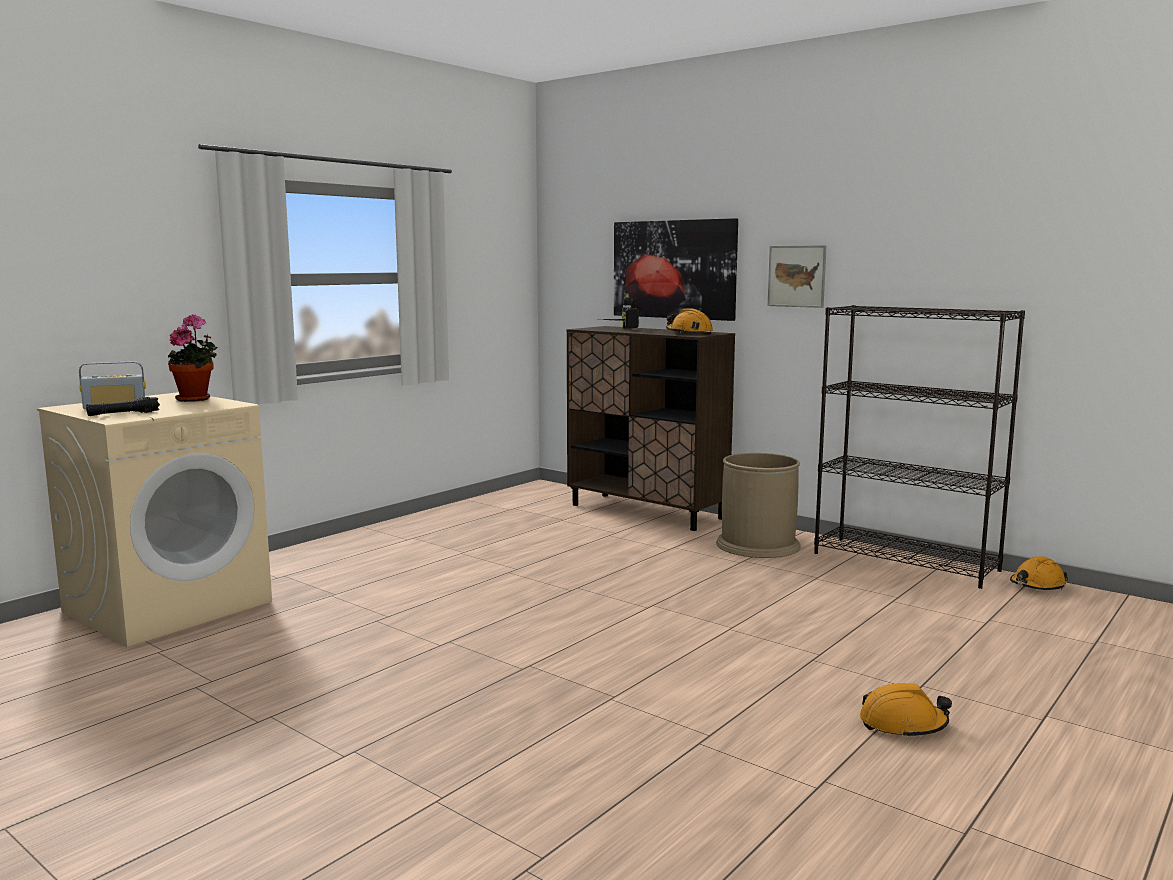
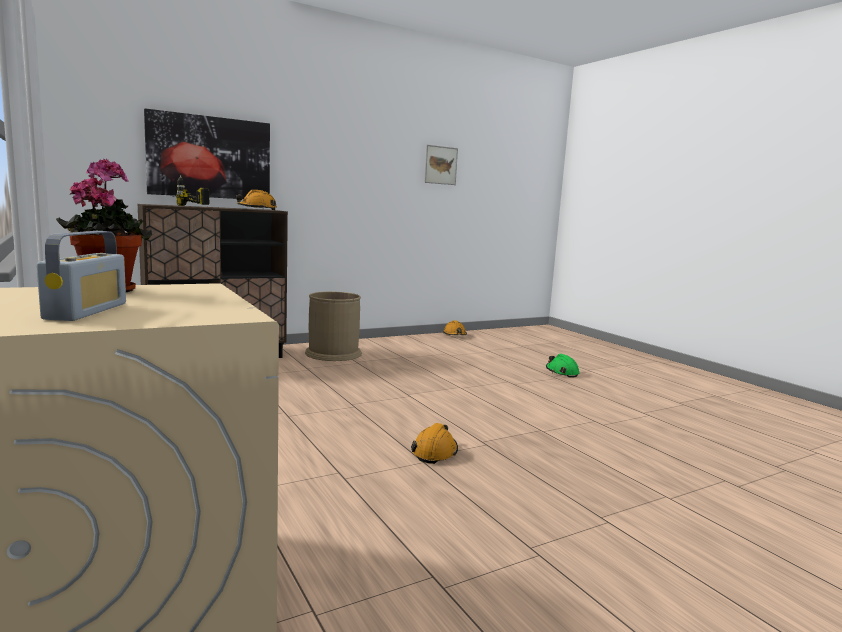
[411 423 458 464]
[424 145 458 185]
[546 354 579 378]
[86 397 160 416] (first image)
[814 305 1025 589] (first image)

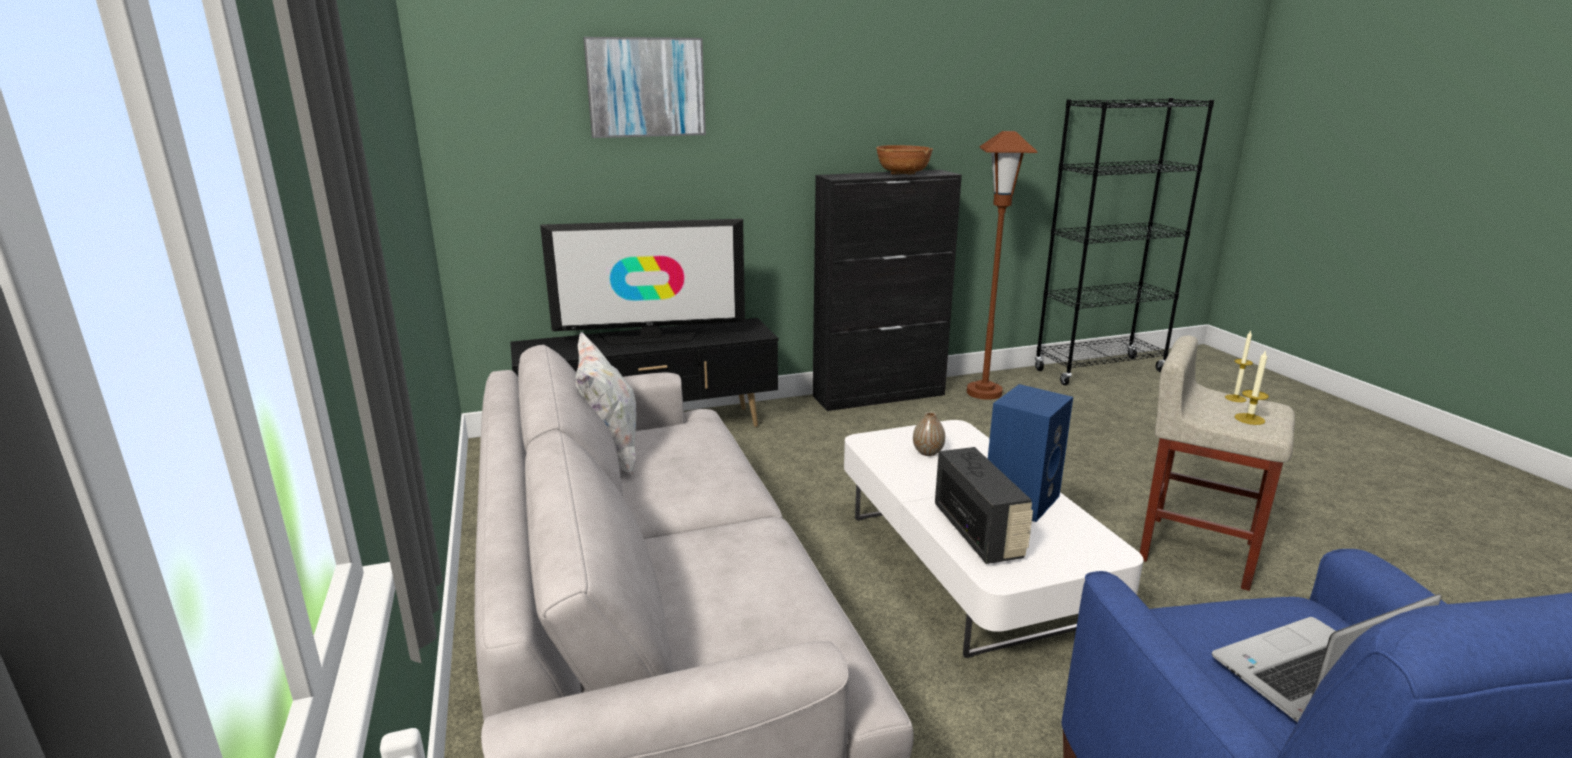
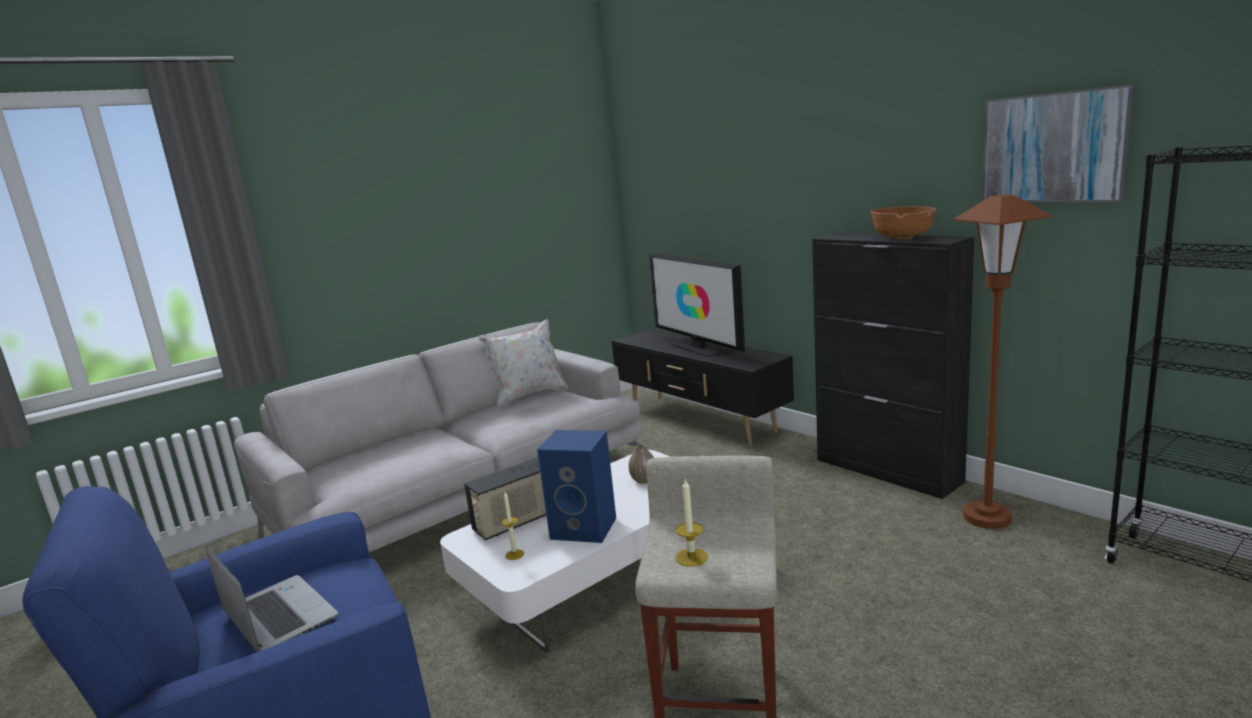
[502 492 524 560]
[982 84 1135 203]

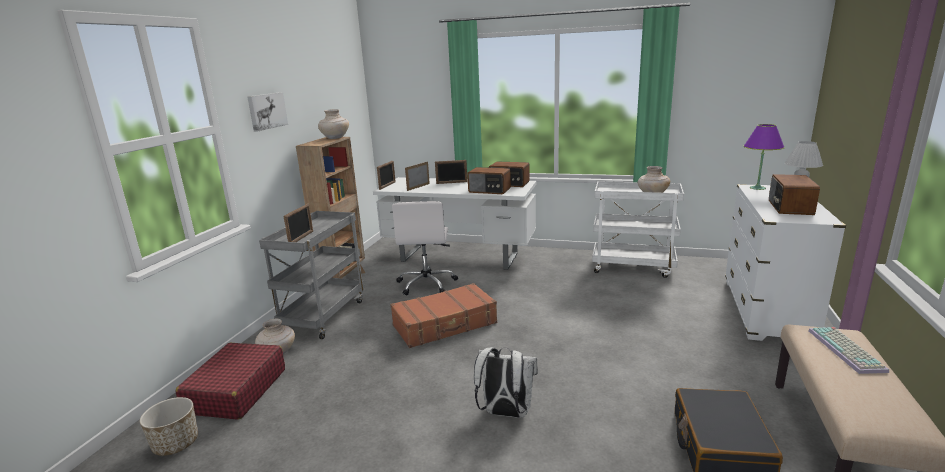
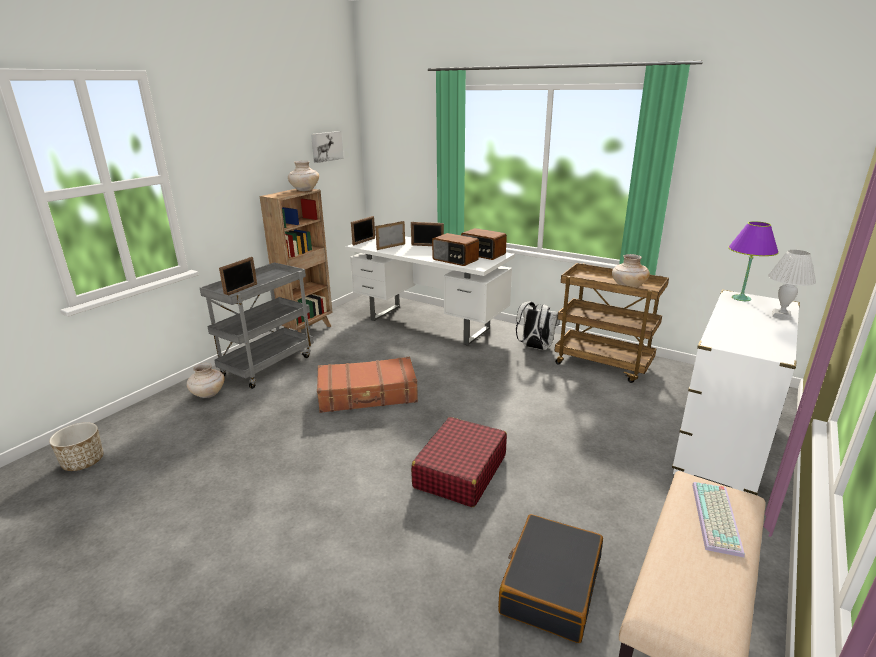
[311 131 344 163]
[411 417 507 507]
[516 302 560 350]
[554 263 669 383]
[392 201 458 296] (first image)
[769 174 820 215] (first image)

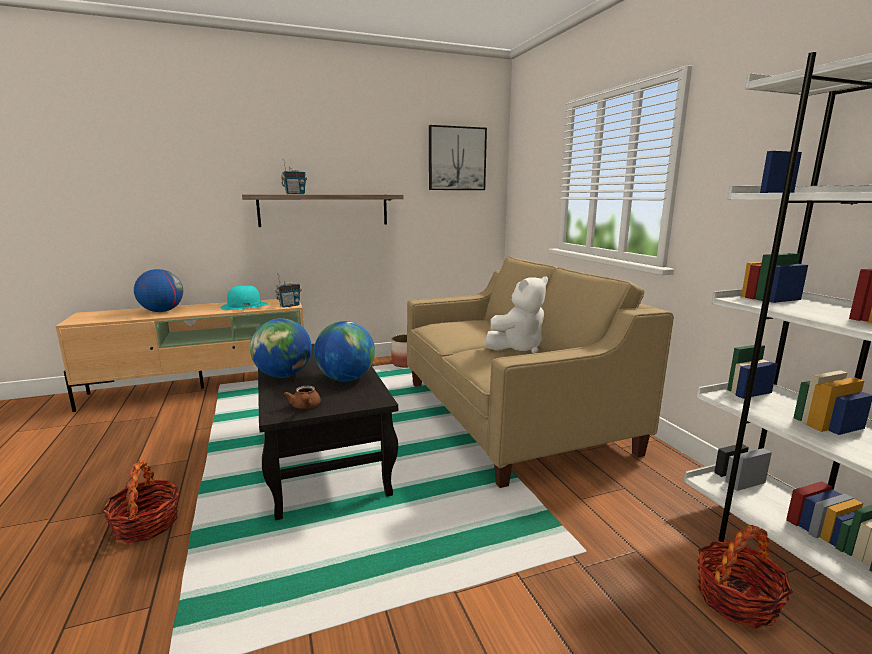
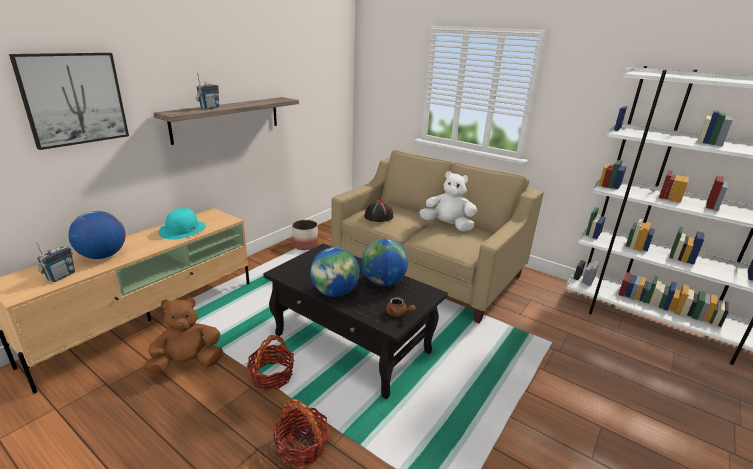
[9 53 129 150]
[36 242 75 282]
[143 297 223 374]
[247 335 294 390]
[364 200 393 222]
[419 171 477 232]

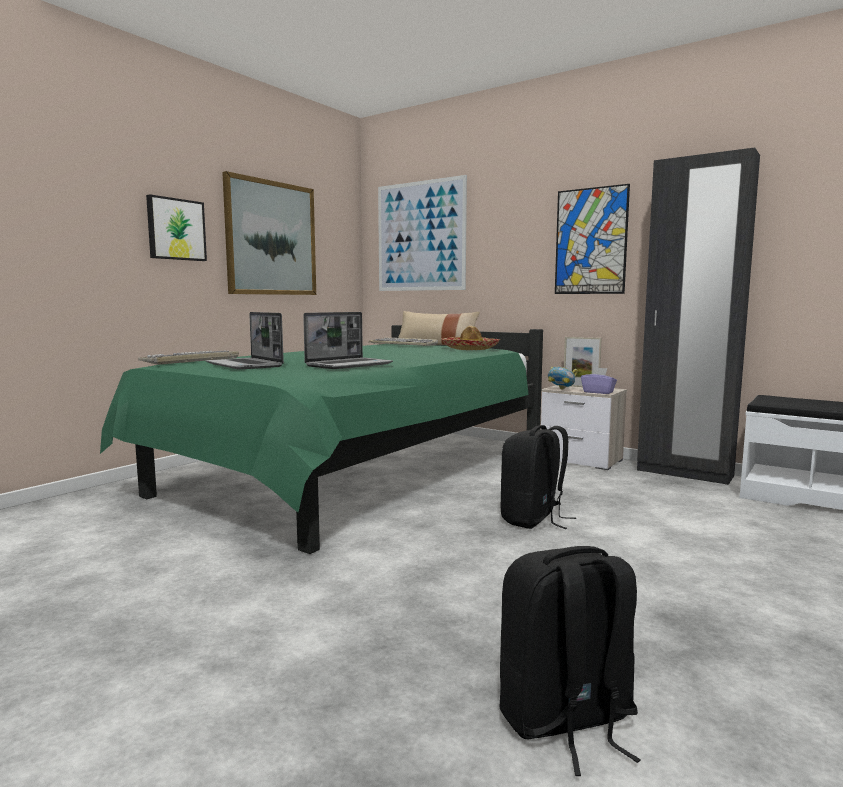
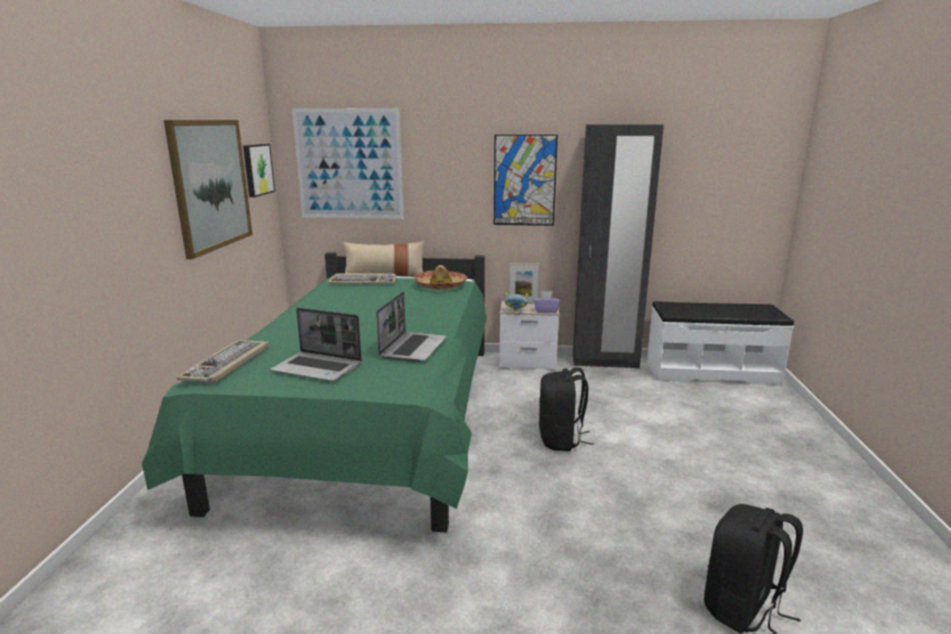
[243 144 275 197]

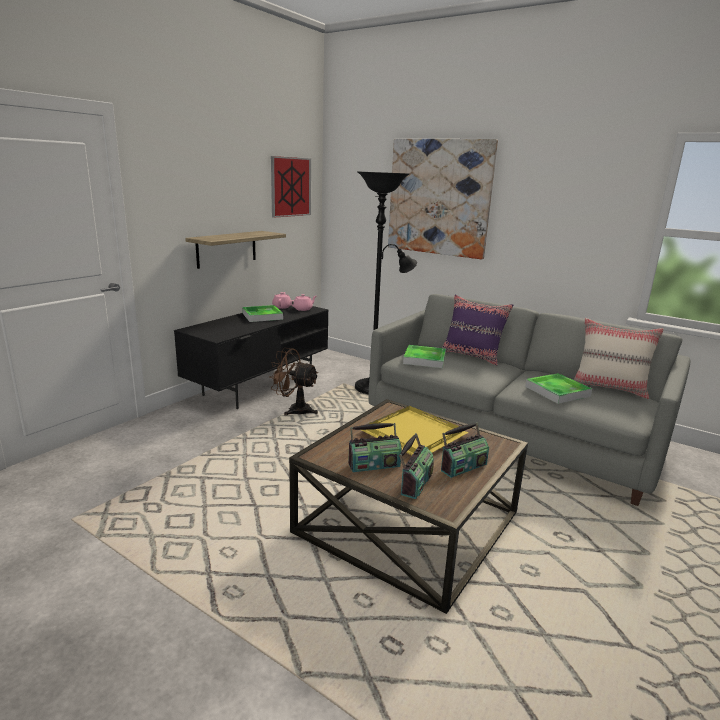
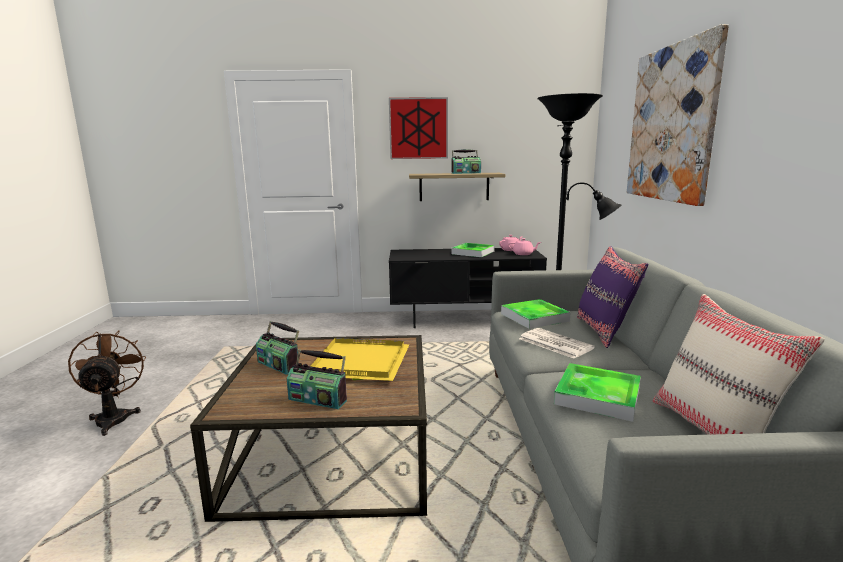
[68 331 146 436]
[389 97 448 159]
[451 149 481 174]
[519 328 595 359]

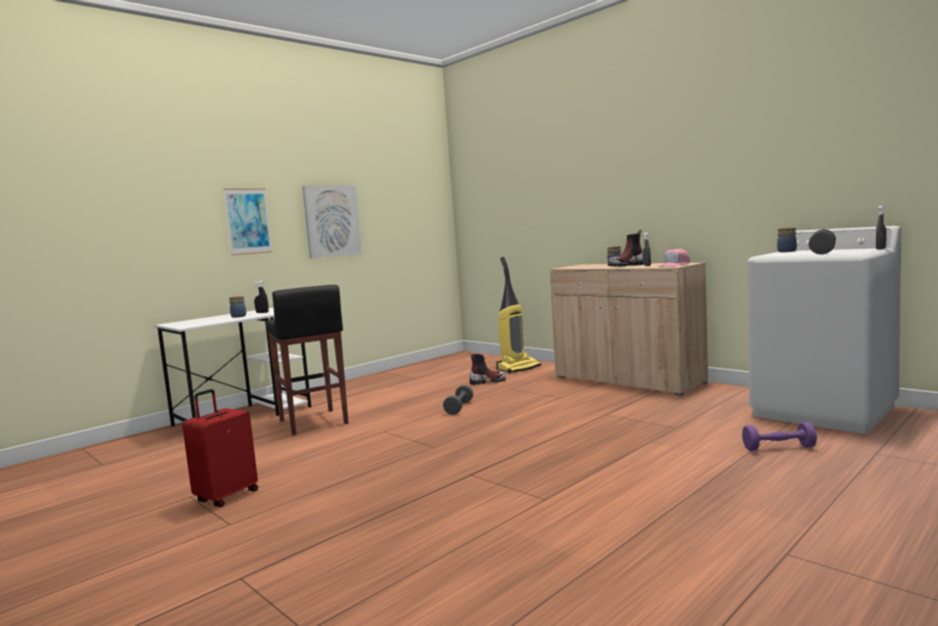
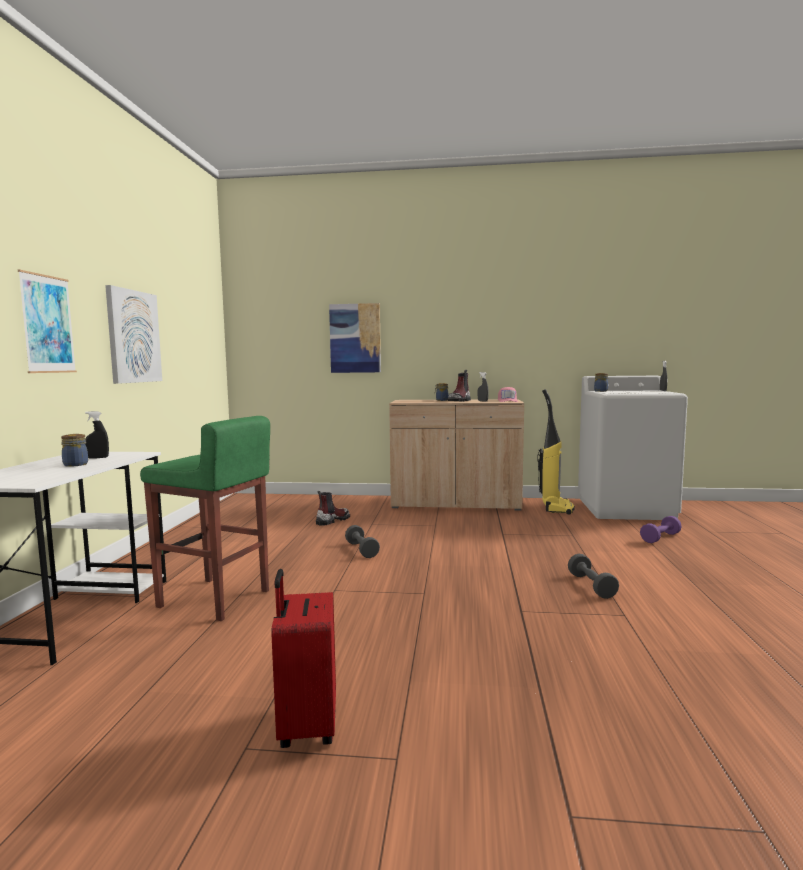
[140 416 270 621]
[329 303 381 373]
[537 389 575 515]
[568 554 619 599]

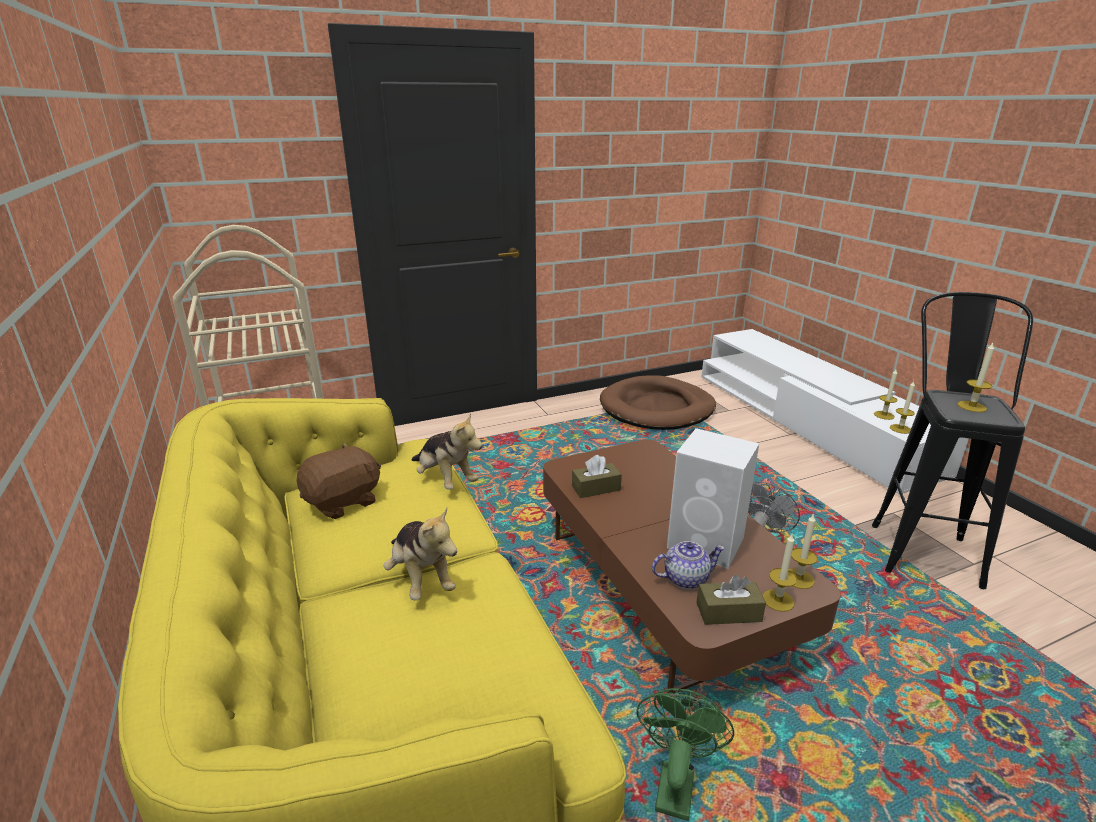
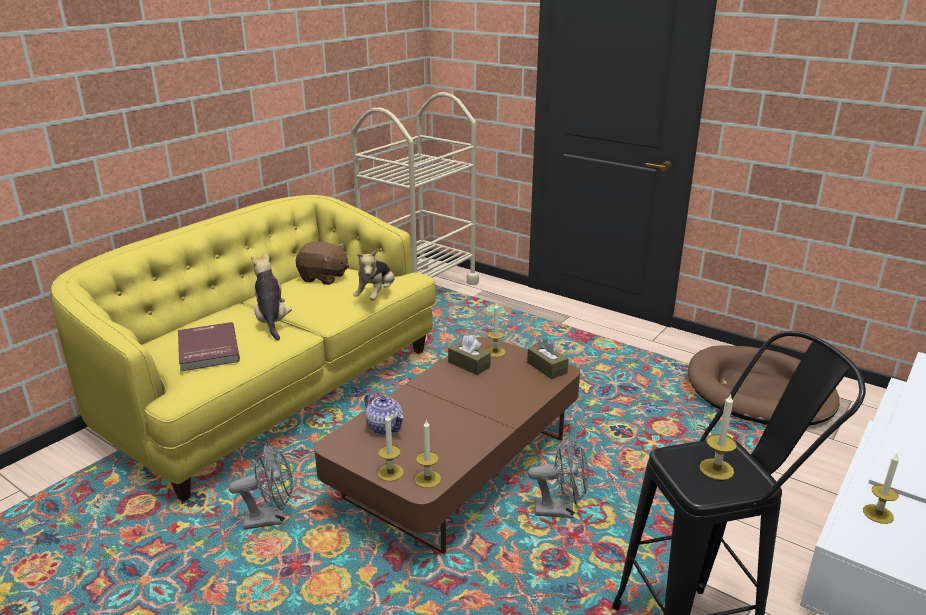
[178 322 240 371]
[229 443 293 530]
[251 253 292 340]
[486 304 506 357]
[527 339 568 379]
[667 428 759 569] (first image)

